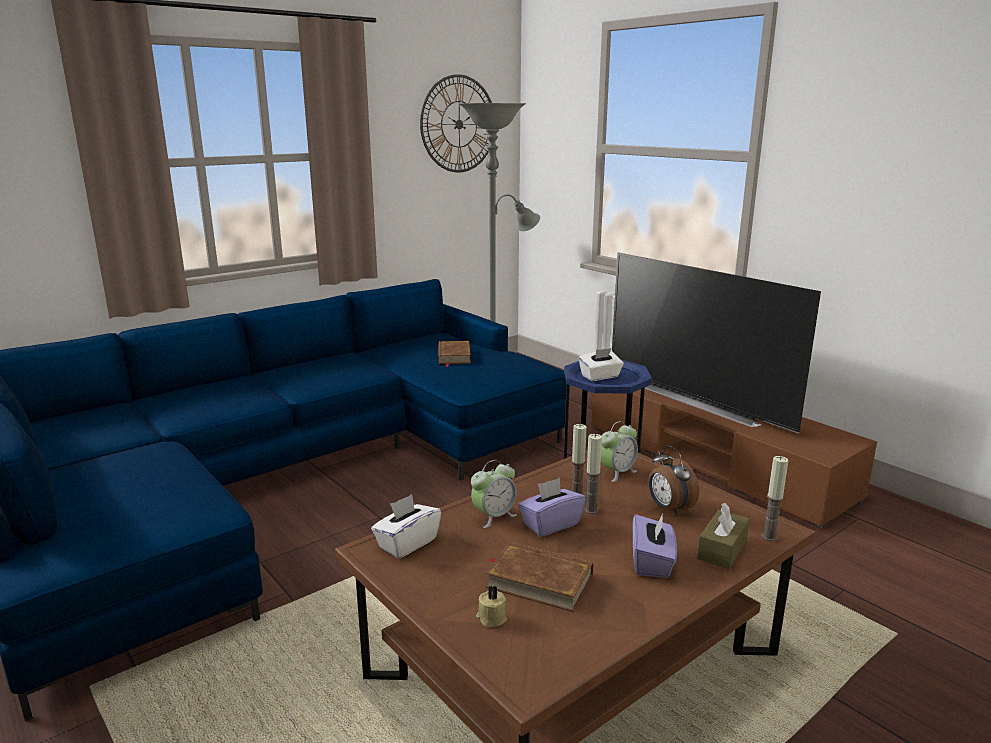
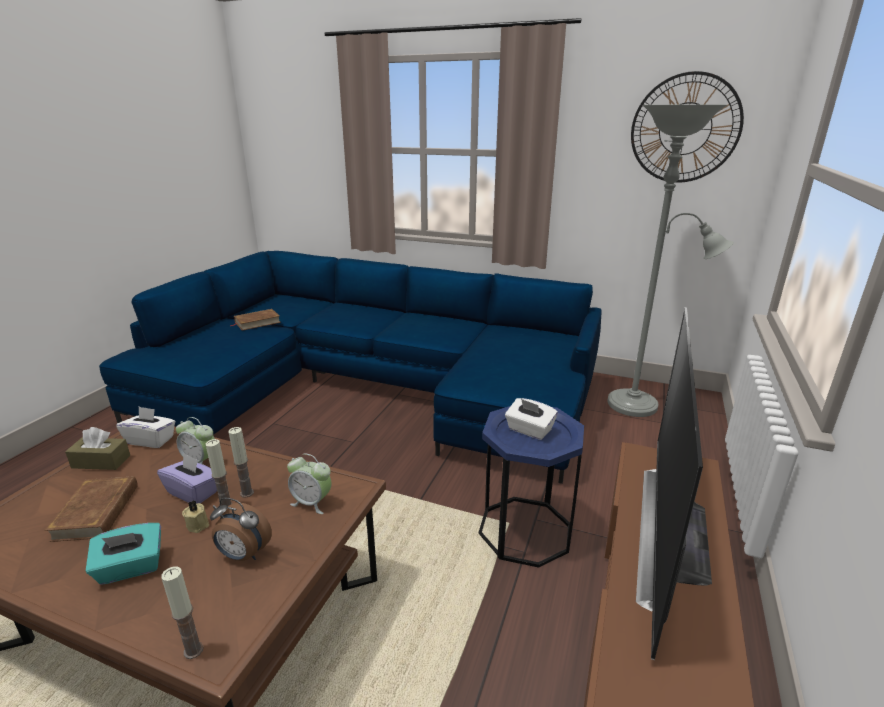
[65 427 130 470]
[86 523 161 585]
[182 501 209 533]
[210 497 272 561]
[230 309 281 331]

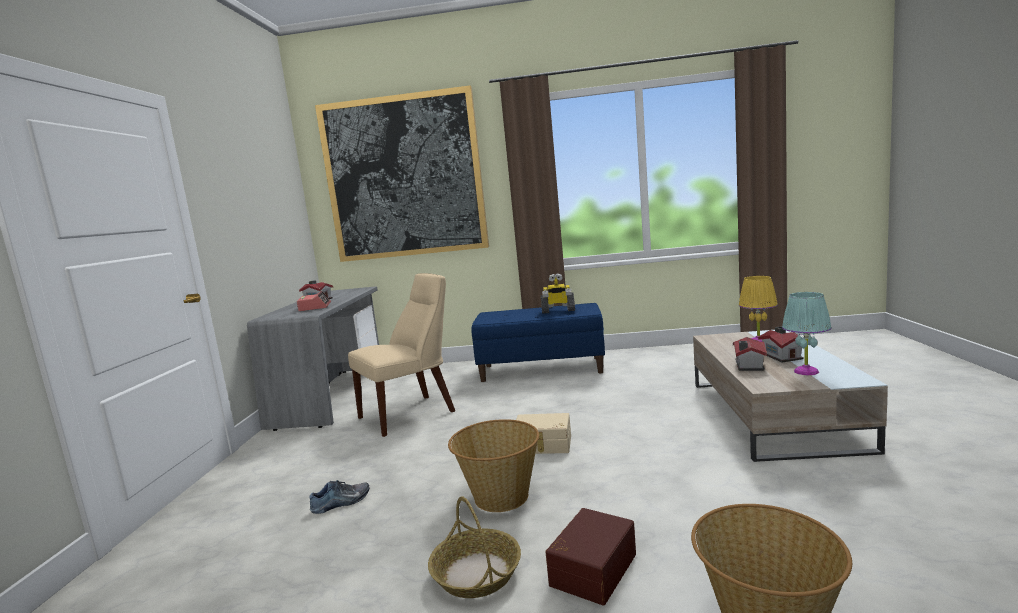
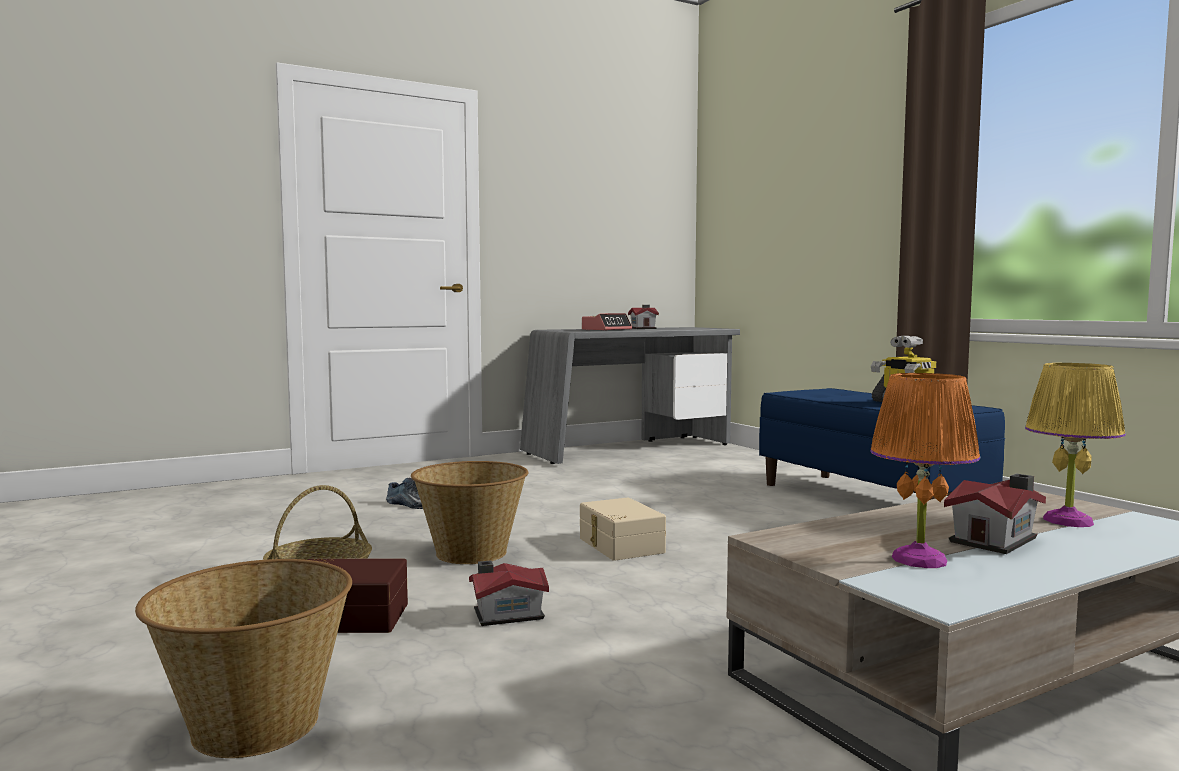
[469 560 549 626]
[870 373 980 568]
[315 85 489 262] (first image)
[348 273 455 437] (first image)

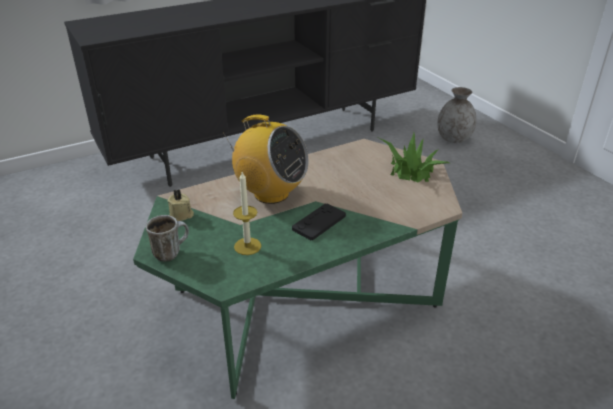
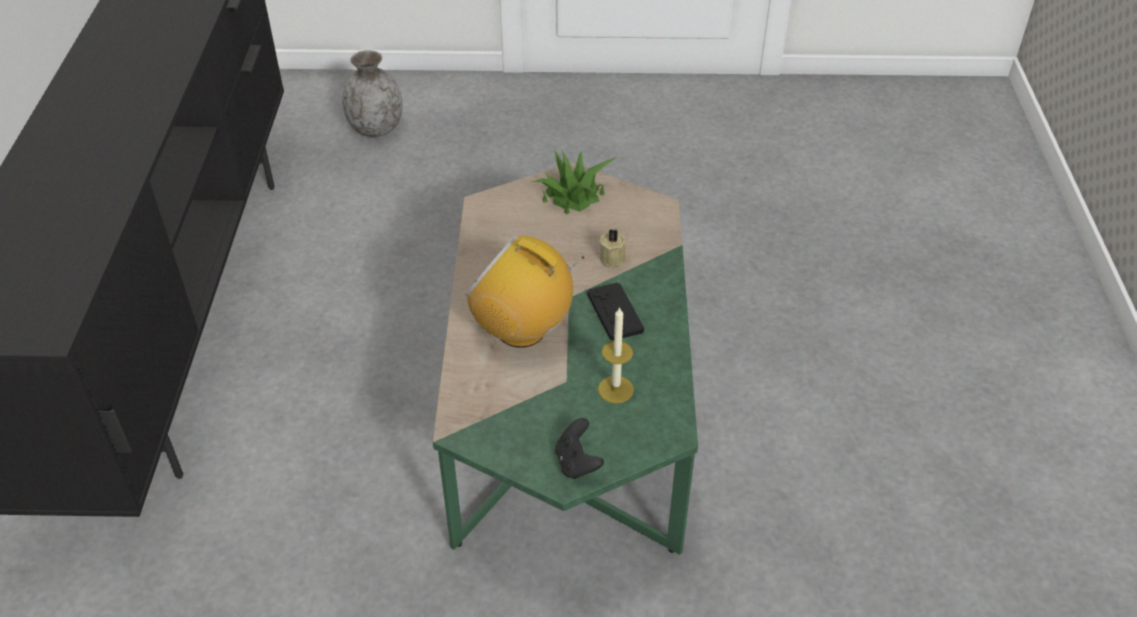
[465 234 584 348]
[555 418 604 479]
[599 229 625 268]

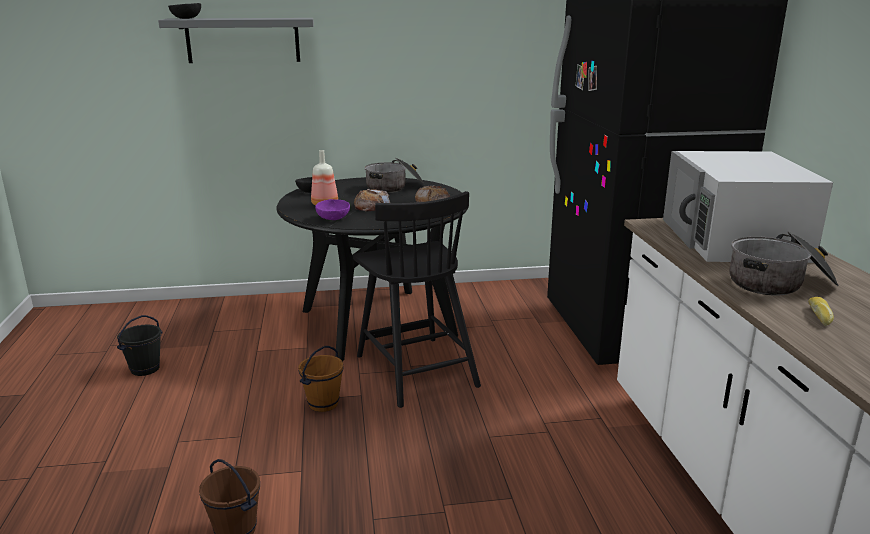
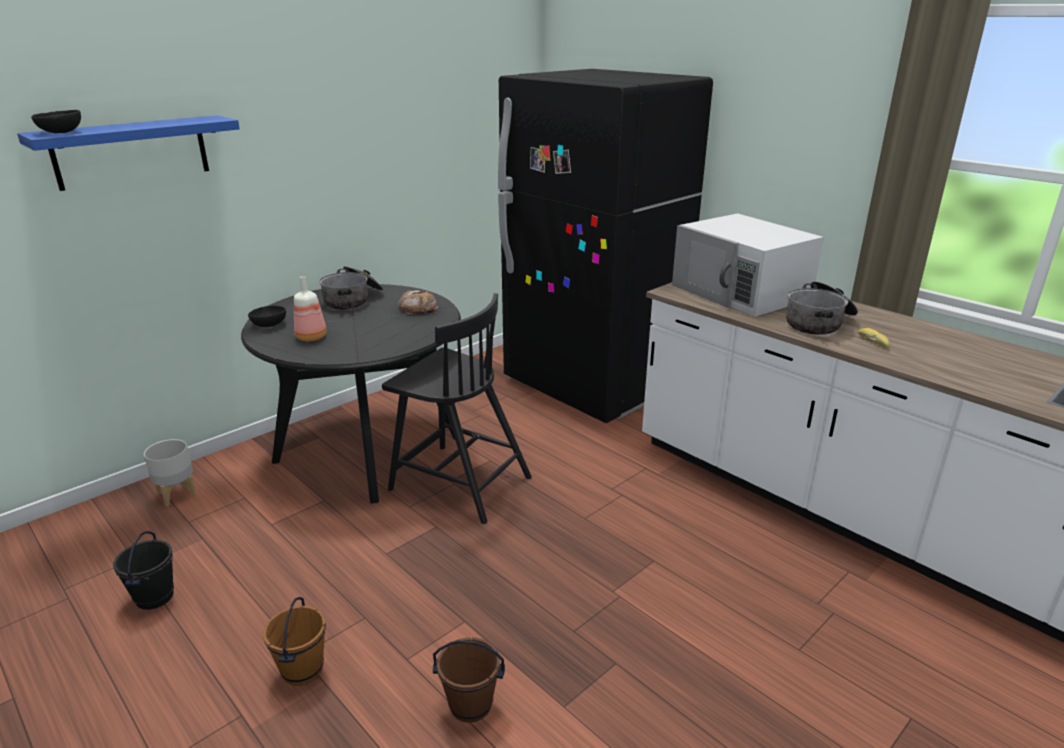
[17 115 240 191]
[144 439 196 506]
[263 597 326 686]
[315 199 350 220] (first image)
[354 189 390 212] (first image)

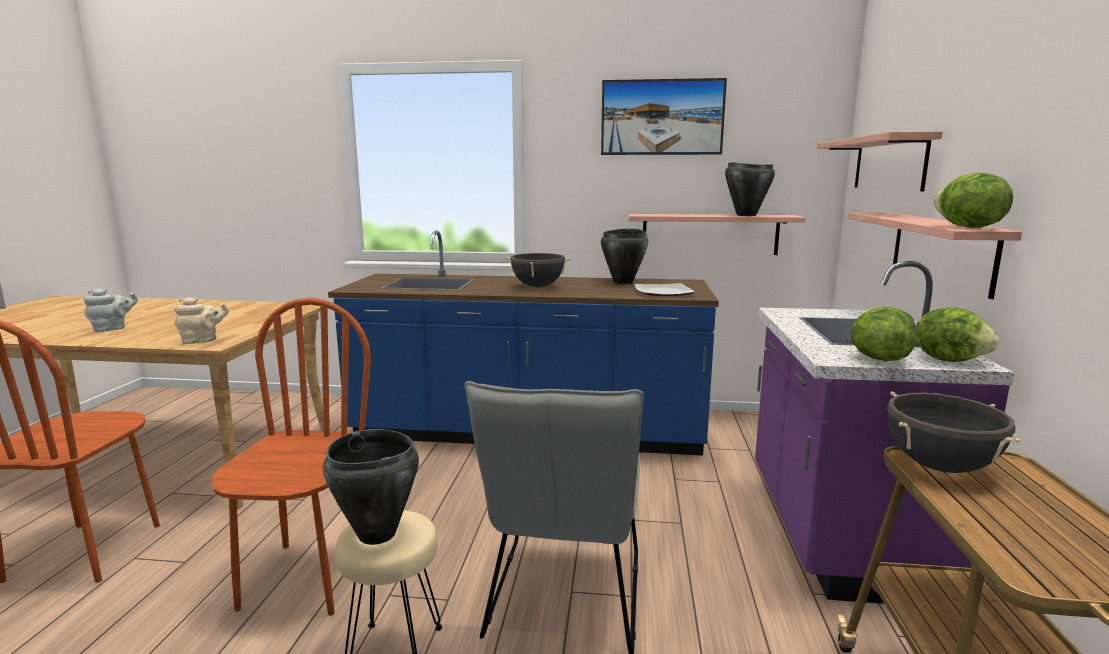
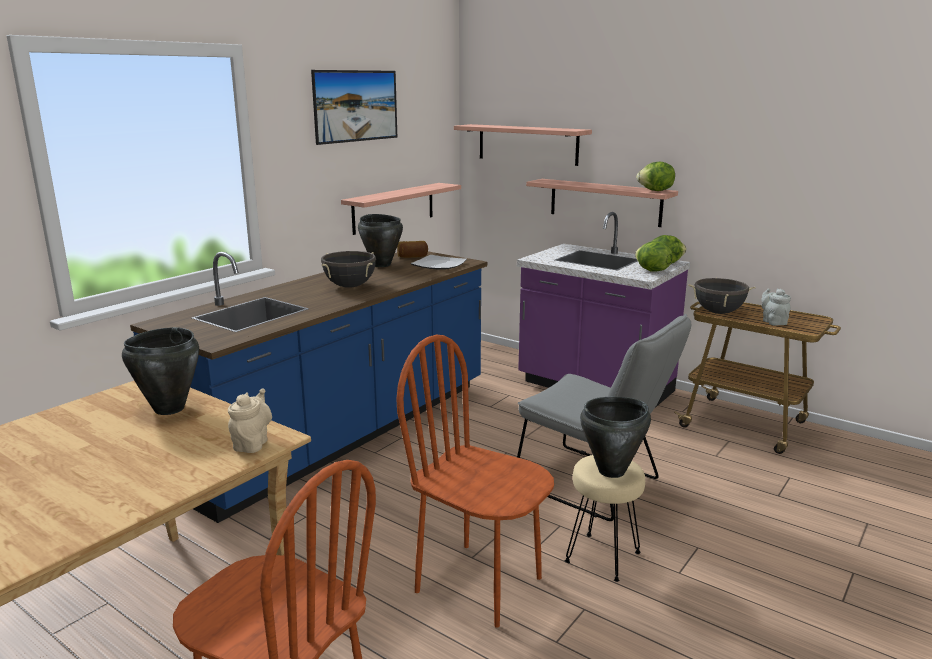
[122 327 199 415]
[397 241 428 258]
[761 288 791 326]

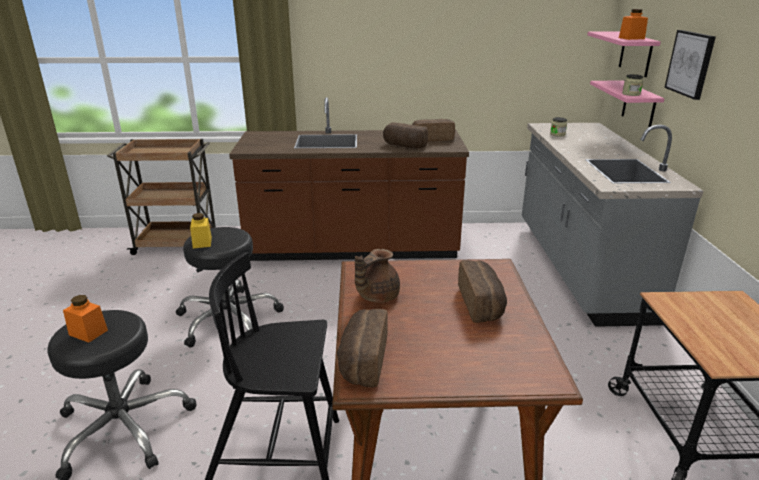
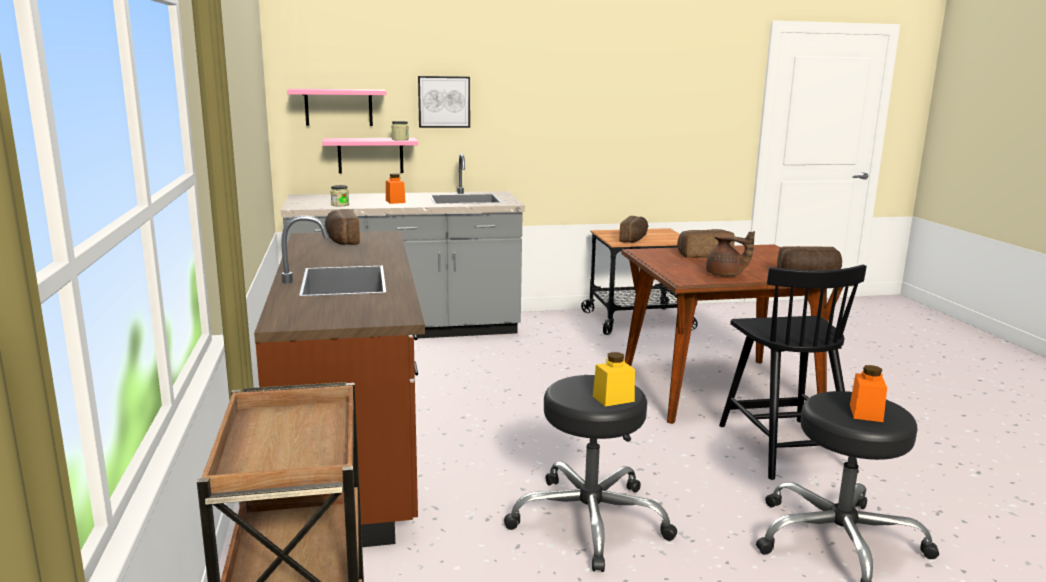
[386 173 406 204]
[619 216 648 243]

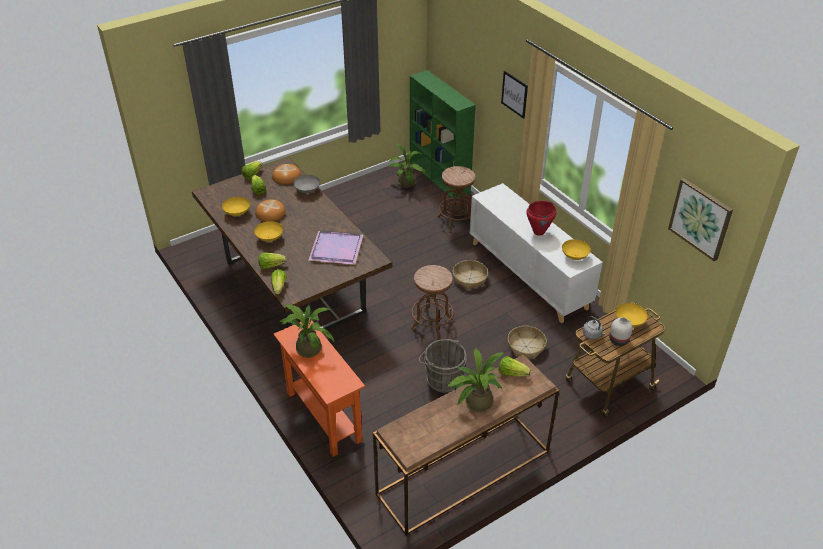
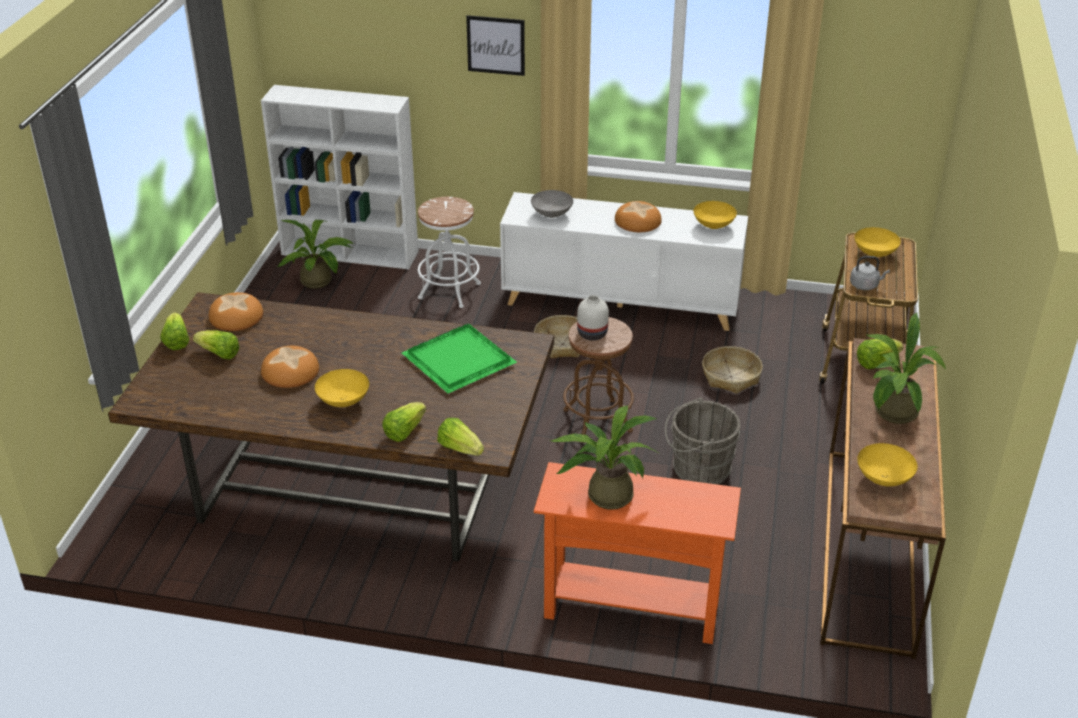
[261 85 418 269]
[402 323 517 393]
[418 197 481 308]
[531 190 573 218]
[577 295 609 340]
[615 201 662 232]
[857 443 918 487]
[668 178 733 261] (first image)

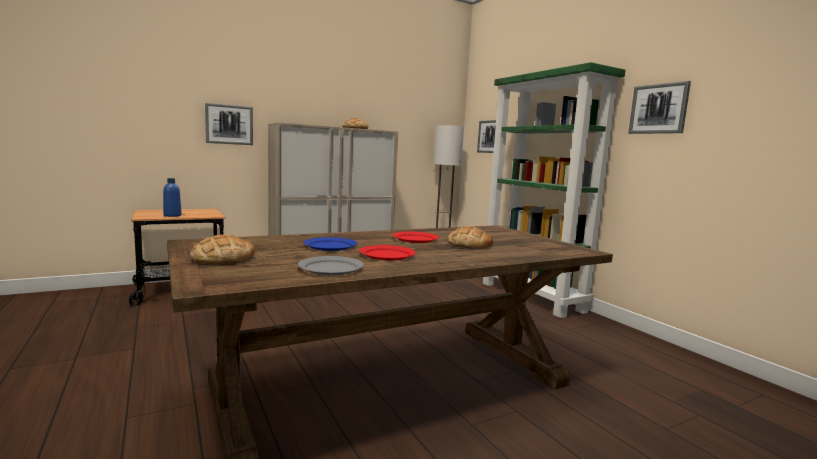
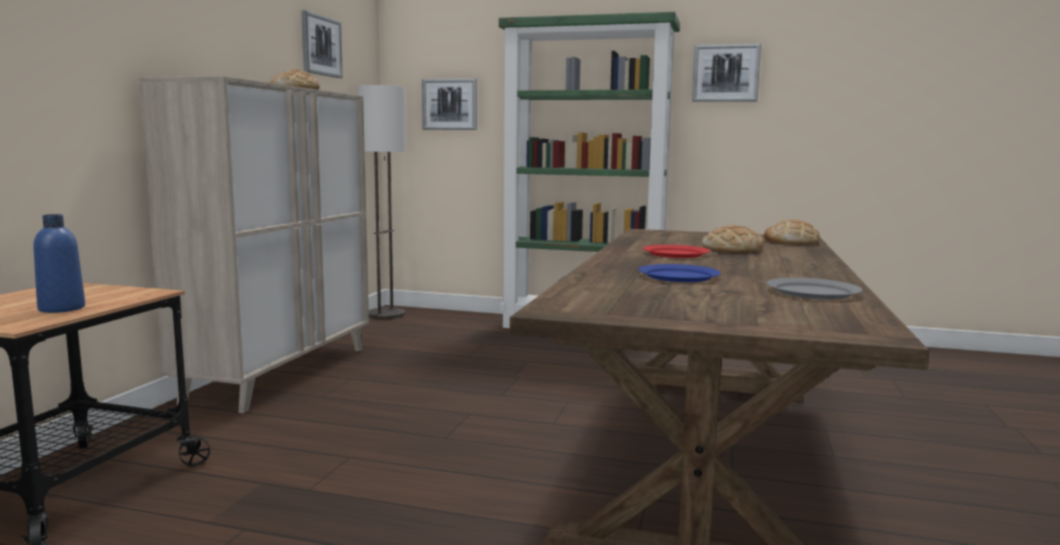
[301 10 343 78]
[764 220 820 244]
[359 245 415 261] (first image)

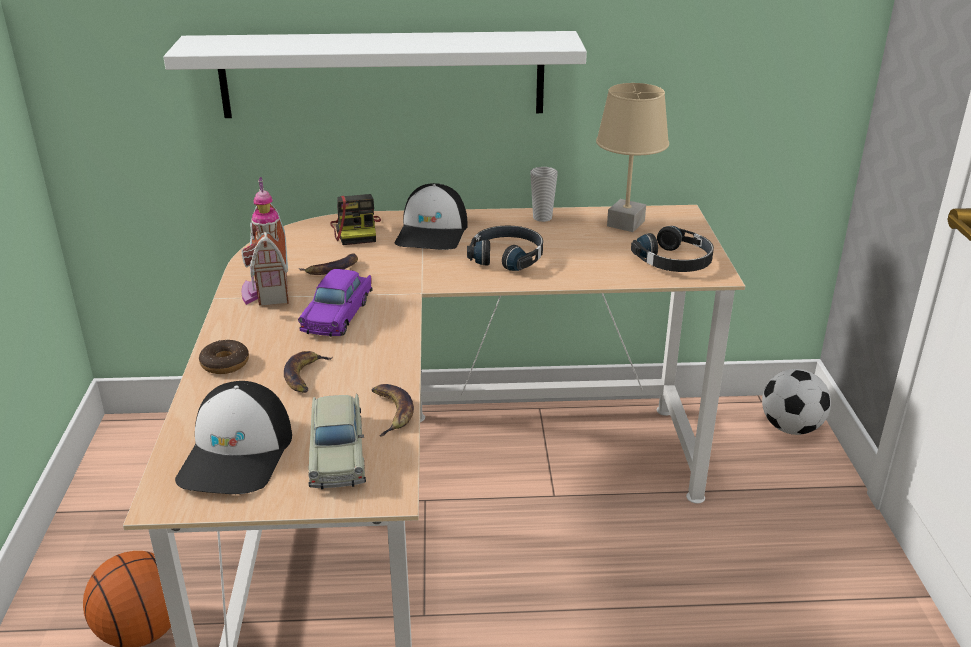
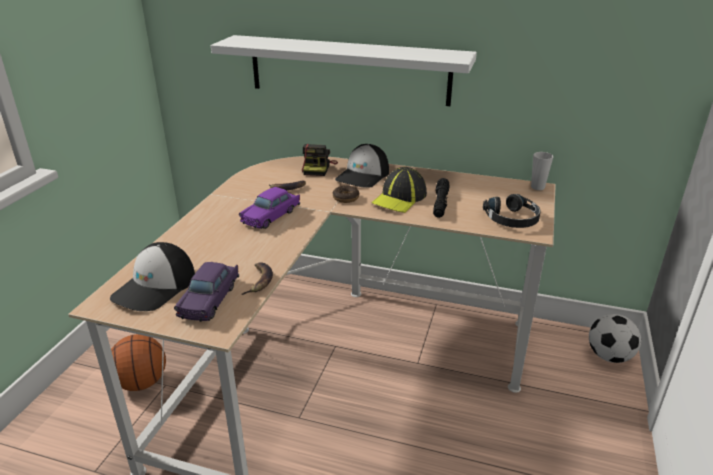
[174 262 239 322]
[333 186 359 203]
[372 167 427 213]
[433 178 450 218]
[531 152 554 190]
[241 177 289 306] (first image)
[284 351 333 393] (first image)
[596 83 669 232] (first image)

